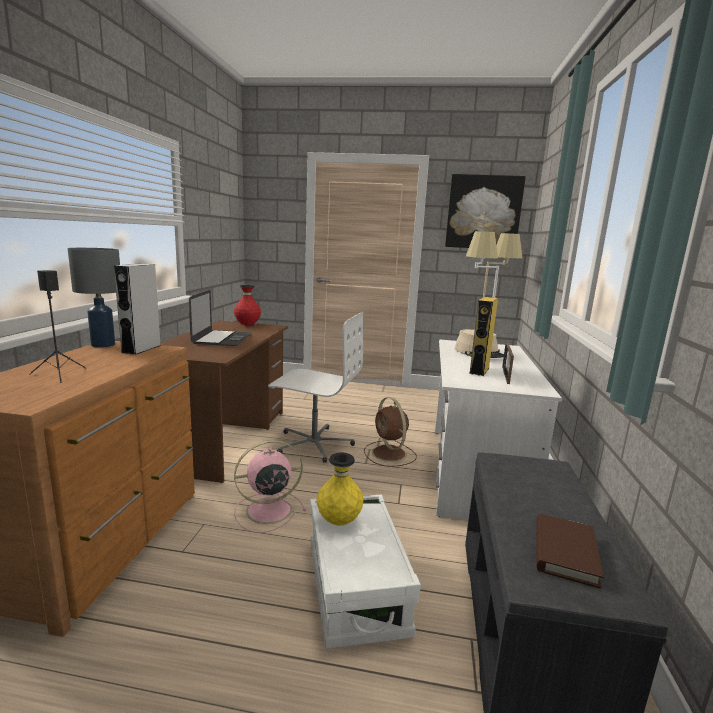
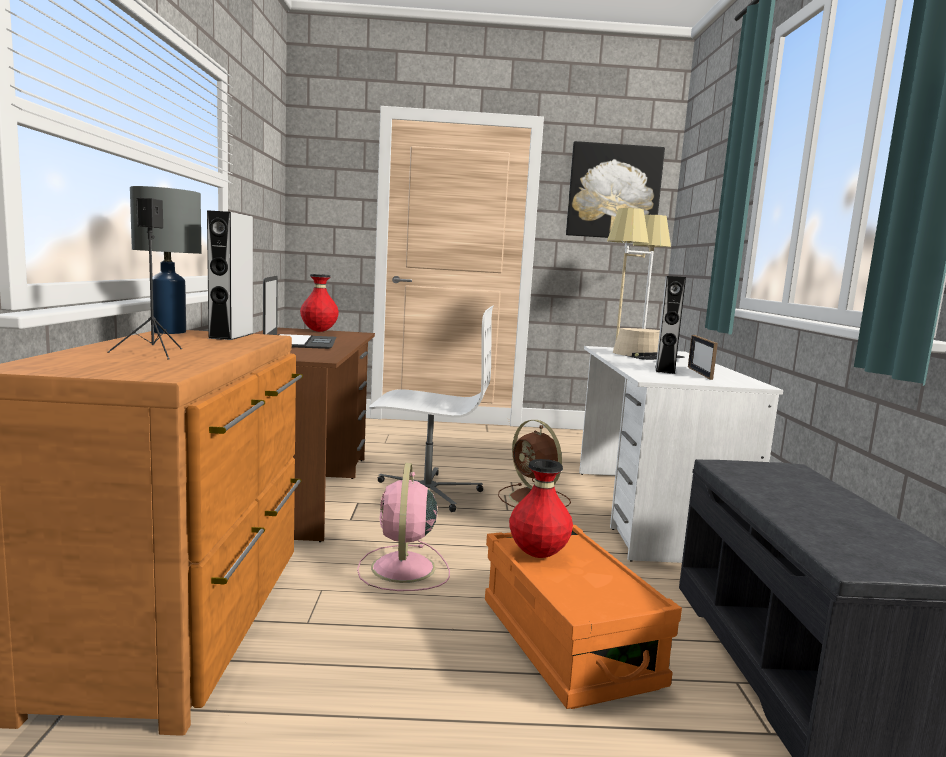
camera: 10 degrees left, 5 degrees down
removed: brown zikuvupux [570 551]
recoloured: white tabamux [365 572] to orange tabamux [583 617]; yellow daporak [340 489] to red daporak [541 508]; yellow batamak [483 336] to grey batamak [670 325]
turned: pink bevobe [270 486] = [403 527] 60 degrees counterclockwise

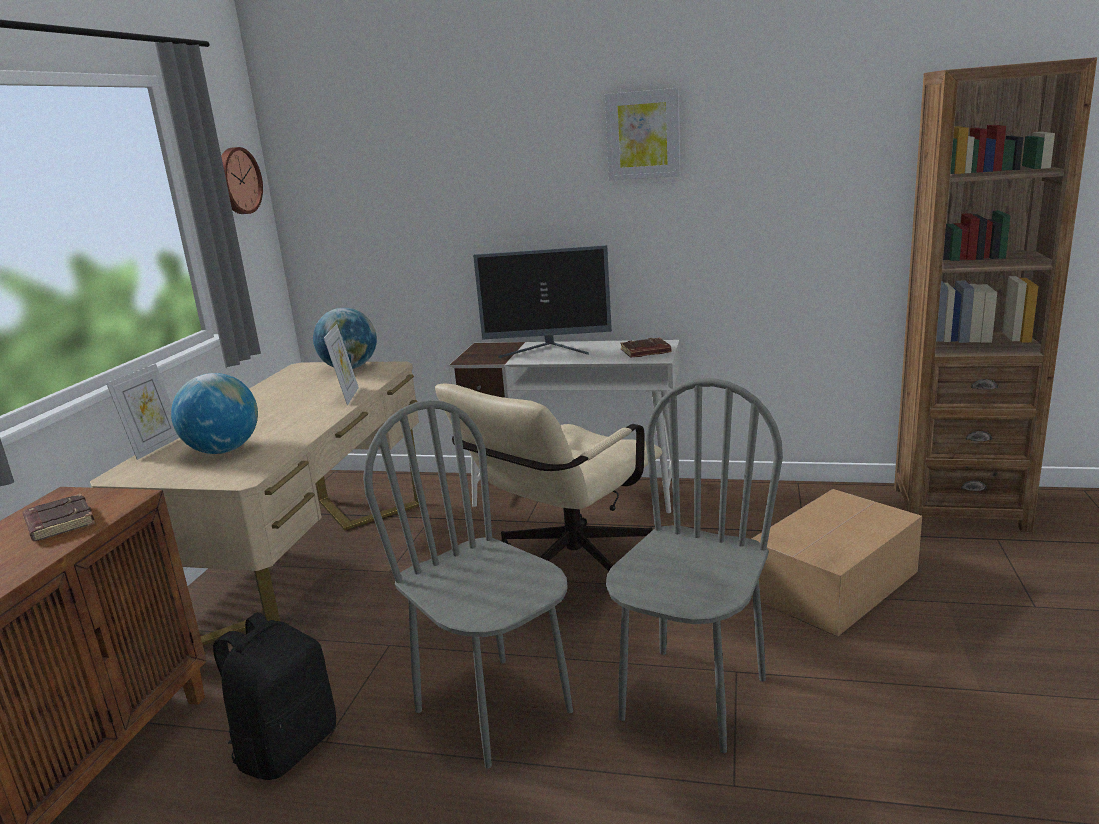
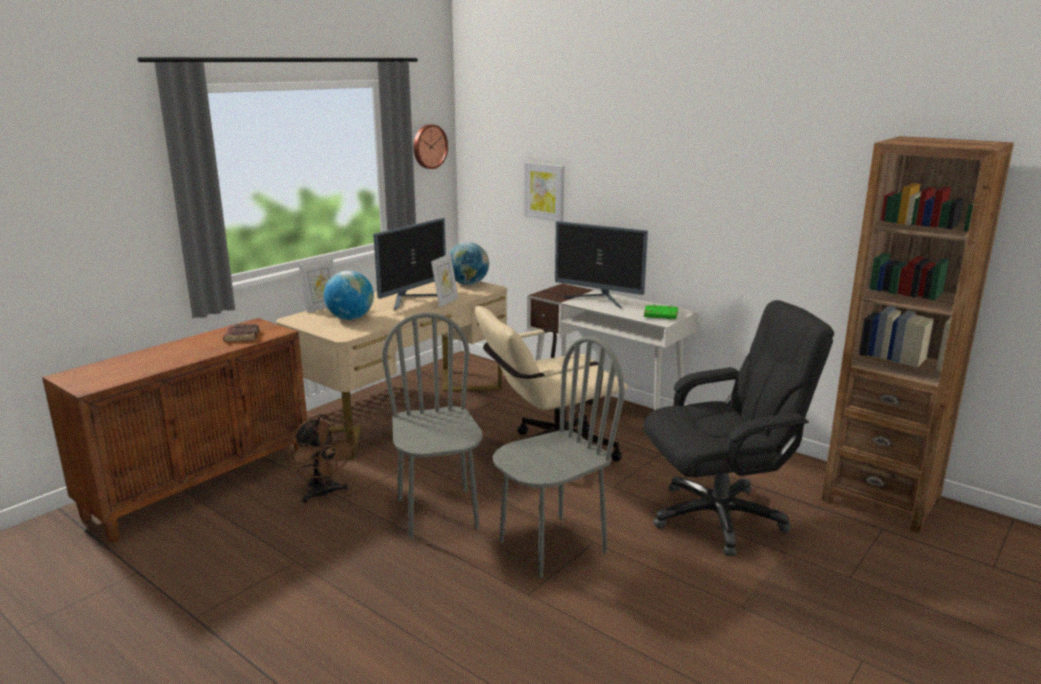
camera: 25 degrees right, 0 degrees up
added: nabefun [409 264]
moved: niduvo [642 134] to [544 192]
replaced: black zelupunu [274 696] to brown bevobe [324 458]; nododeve [836 563] to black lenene [738 428]
recoloured: brown zikuvupux [645 348] to green zikuvupux [661 312]

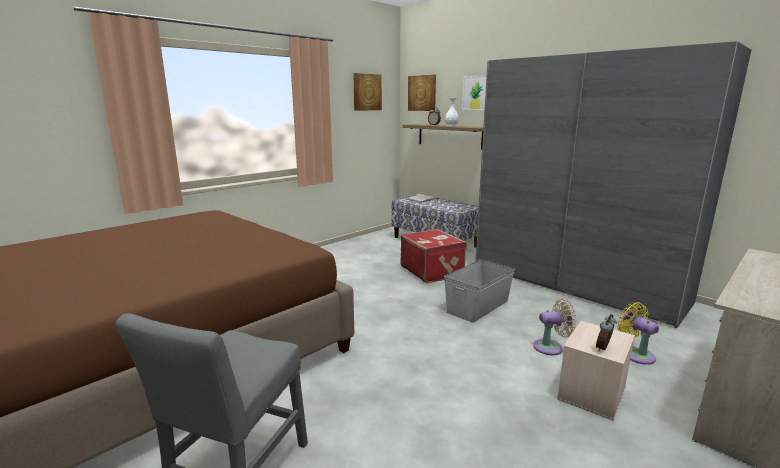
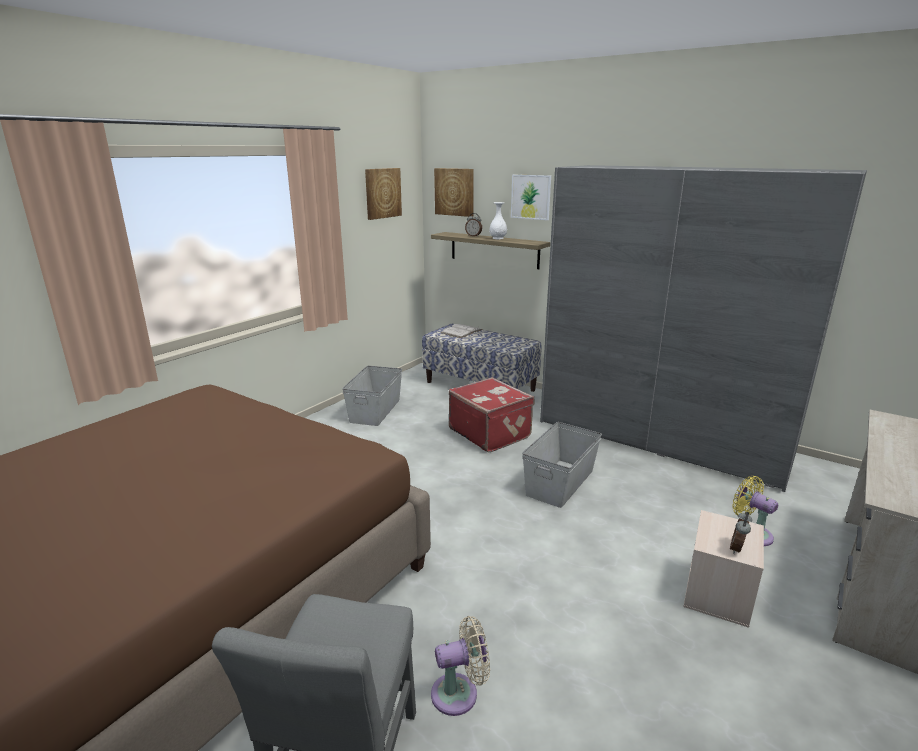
camera: 10 degrees left, 5 degrees up
added: grey tabamux [372 396]
moved: beige bevobe [554 327] to [460 666]

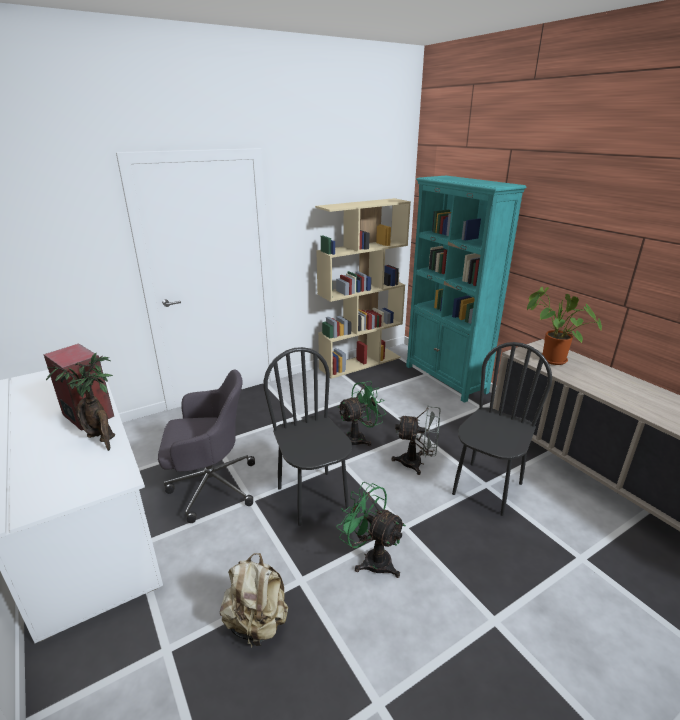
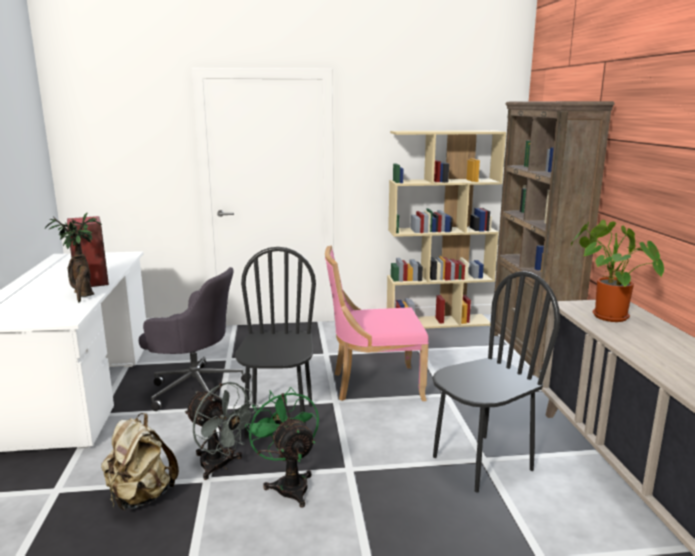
camera: 25 degrees right, 10 degrees down
moved: grey bevobe [416 440] to [221 431]
replaced: green bevobe [361 413] to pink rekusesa [377 323]
recoloured: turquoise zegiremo [466 289] to brown zegiremo [554 239]

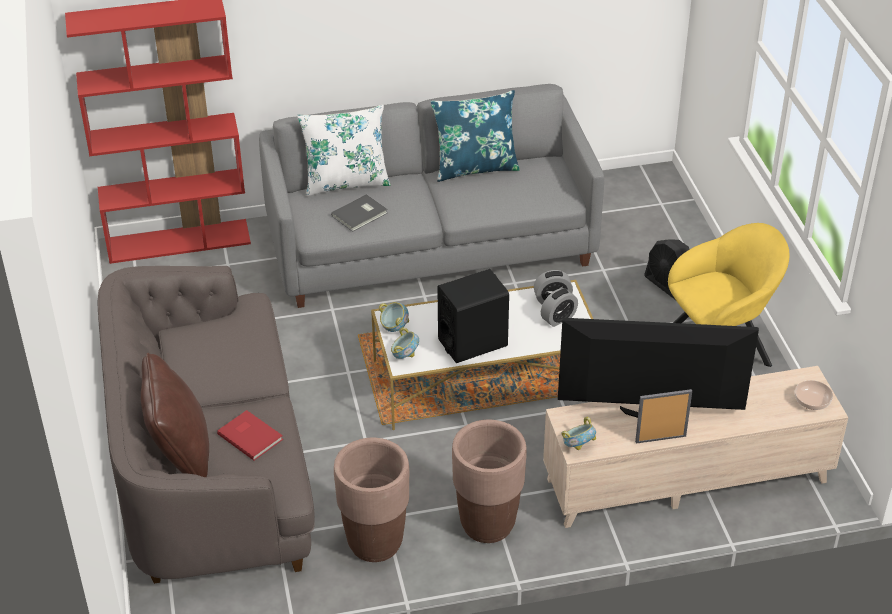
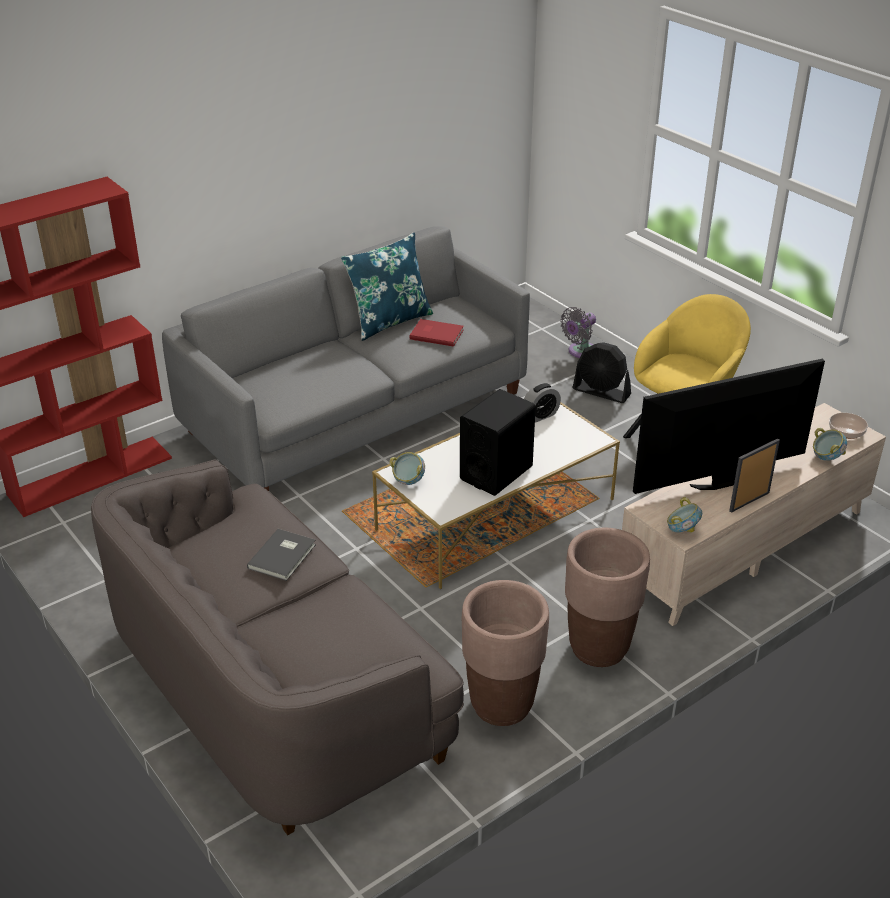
camera: 25 degrees left, 5 degrees down
removed: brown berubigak [175 415]; white berubigak [344 150]; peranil [559 307]
added: grey bevobe [578 332]
moved: red zikuvupux [250 435] to [436 333]; grey zikuvupux [359 213] to [281 555]; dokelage [405 343] to [830 444]

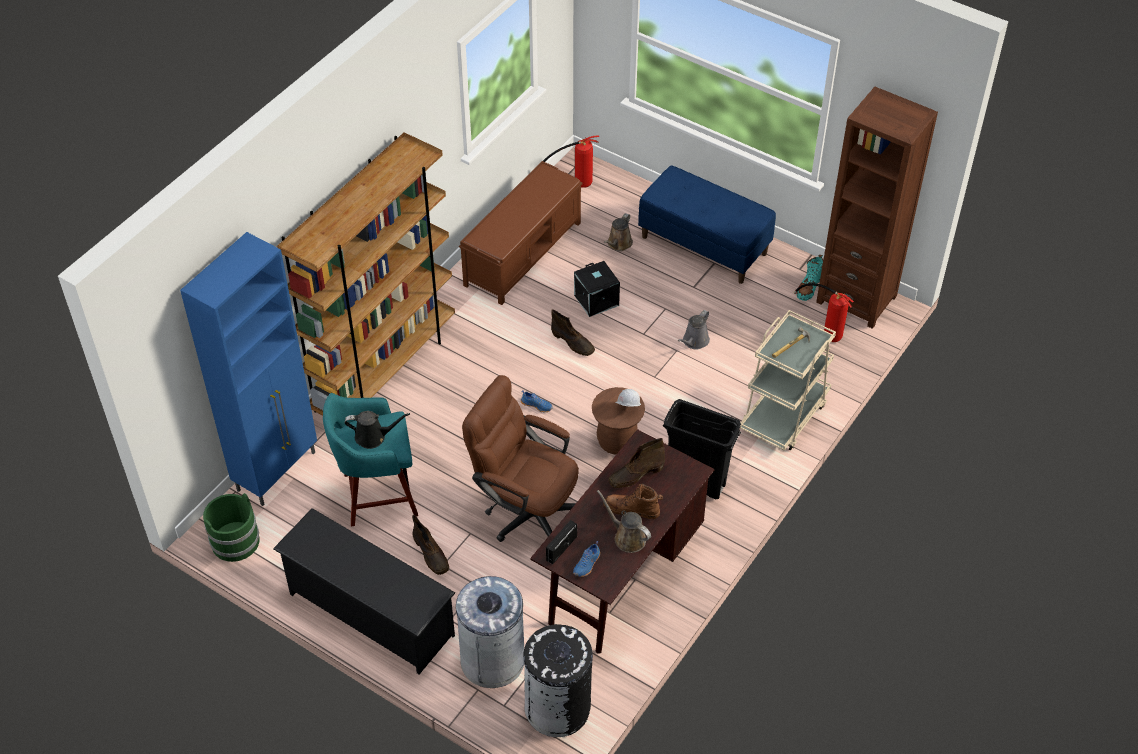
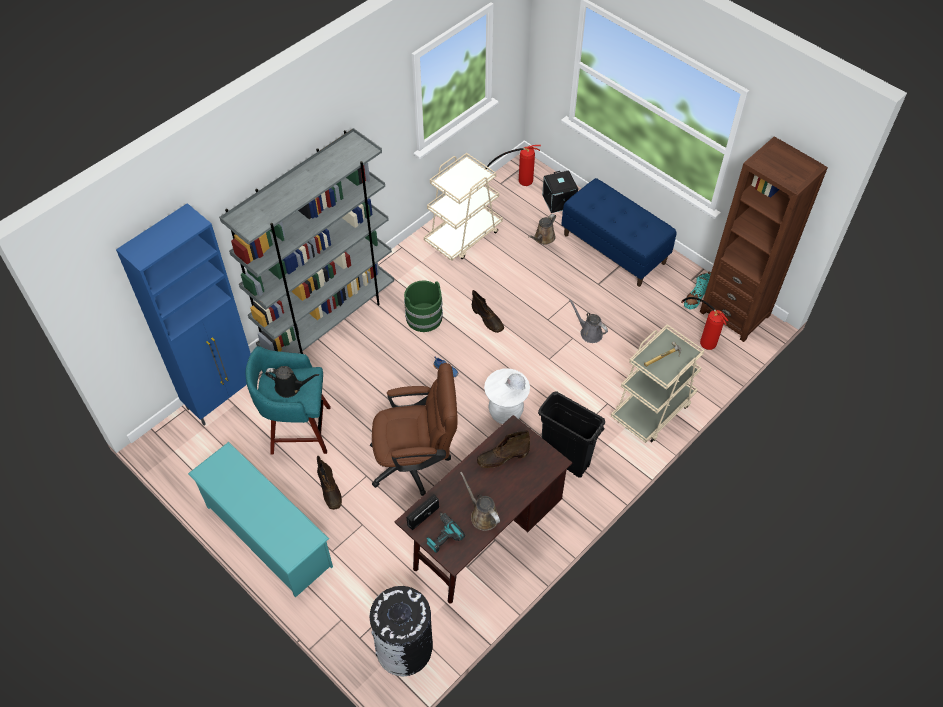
camera: 10 degrees right, 5 degrees up
removed: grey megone [490 632]; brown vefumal [633 501]
moved: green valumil [231 527] to [423 306]; black tabamux [597 289] to [560 191]
replaced: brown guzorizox [521 233] to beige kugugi [463 207]; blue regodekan [586 559] to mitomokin [446 532]
recoloured: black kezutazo [364 591] to turquoise kezutazo [260 519]; brown zegiremo [365 274] to grey zegiremo [306 241]; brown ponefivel [618 420] to white ponefivel [507 396]
turned: brown lenene [520 458] = [414 429] 135 degrees clockwise; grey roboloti [694 330] = [588 321] 90 degrees clockwise

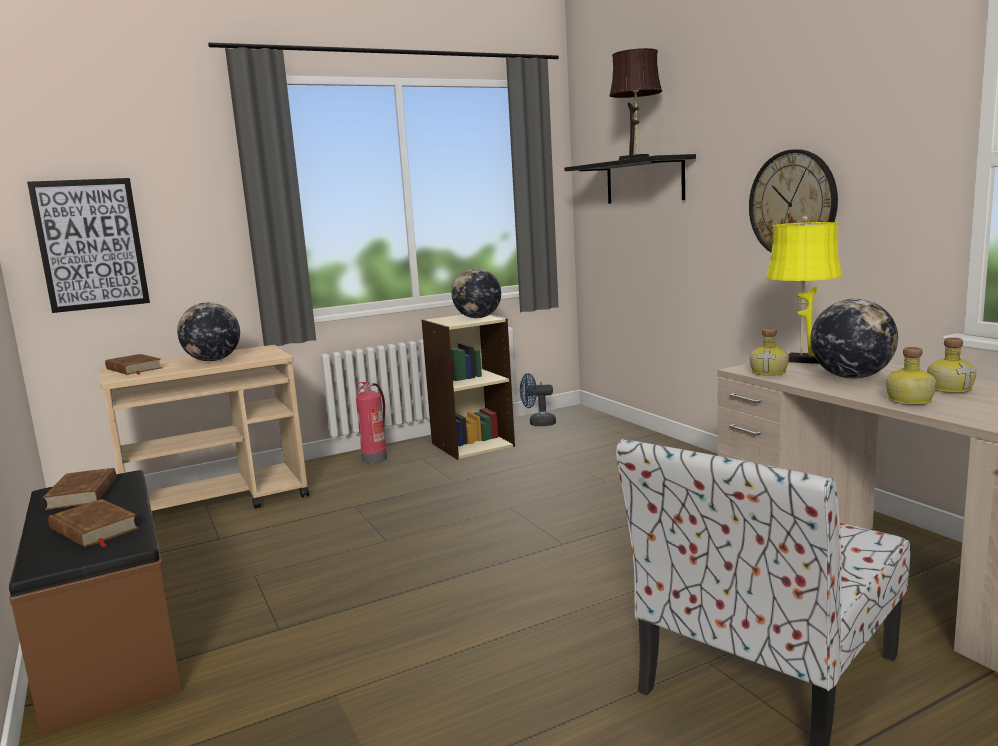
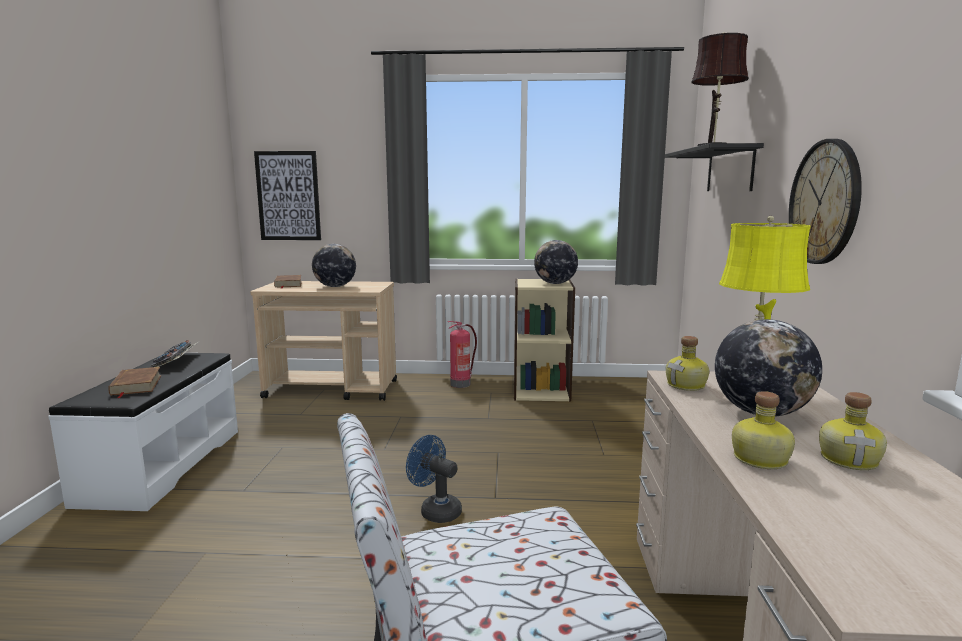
camera: 30 degrees right, 0 degrees up
moved: blue bevobe [538 399] to [434 479]
replaced: brown zikuvupux [79 489] to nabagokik [174 353]
recoloured: brown guzorizox [95 603] to white guzorizox [143 432]

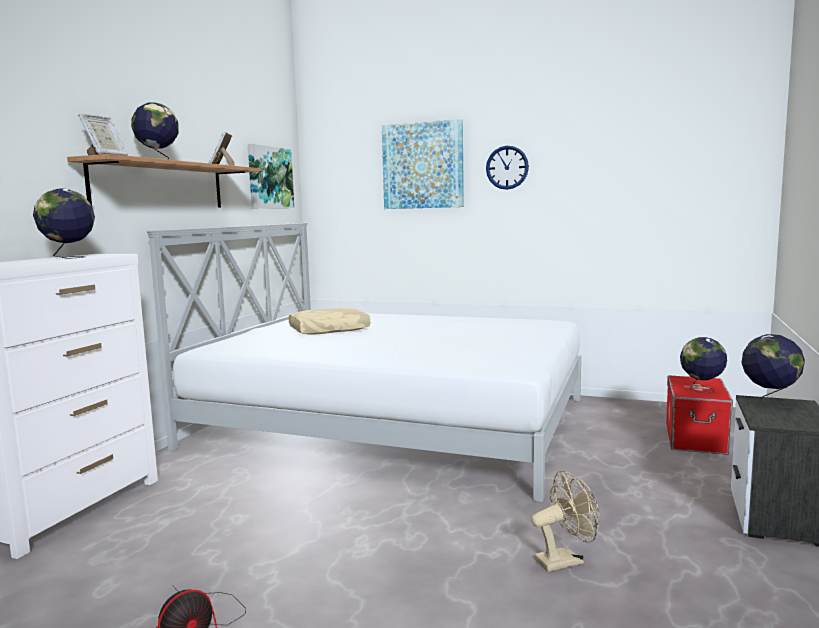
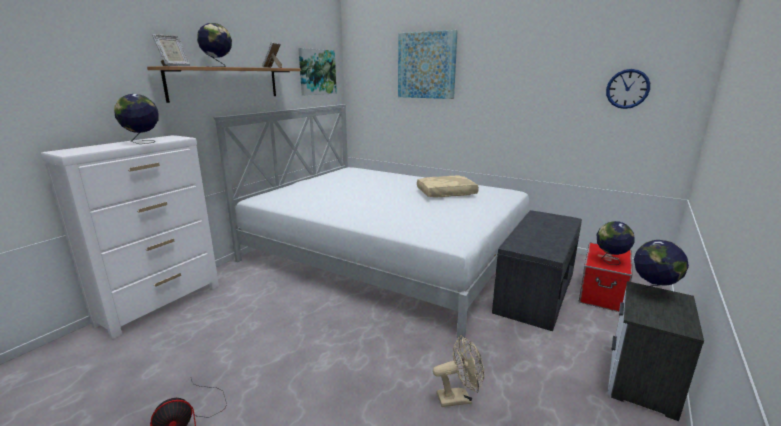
camera: 10 degrees right, 10 degrees up
added: grey guzorizox [537 270]
moved: beige berubigak [329 321] to [448 186]; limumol [507 168] to [628 89]

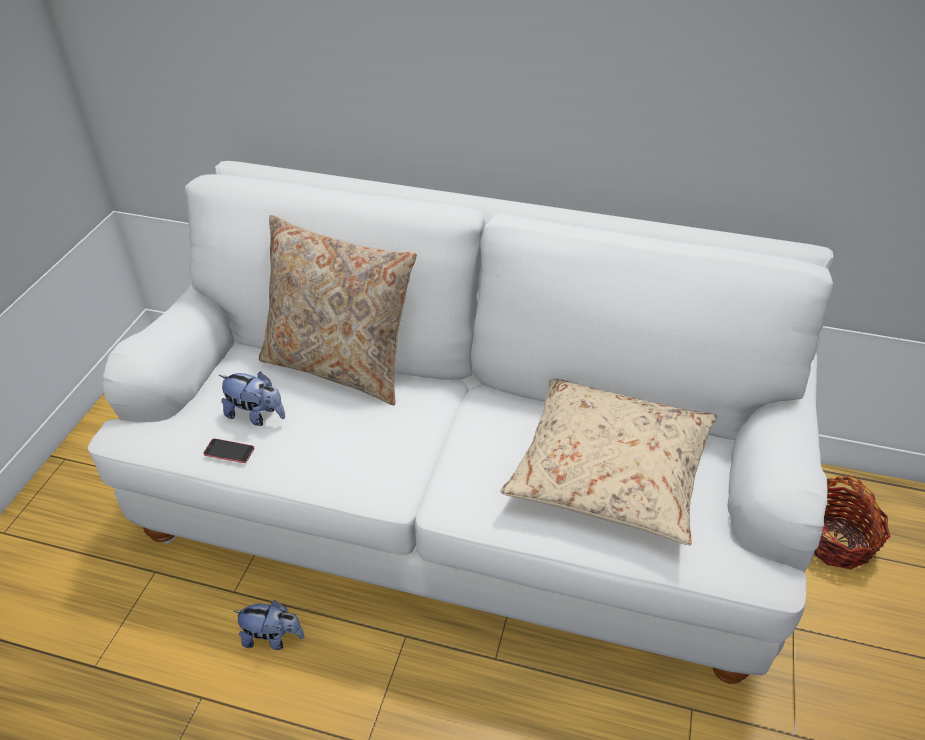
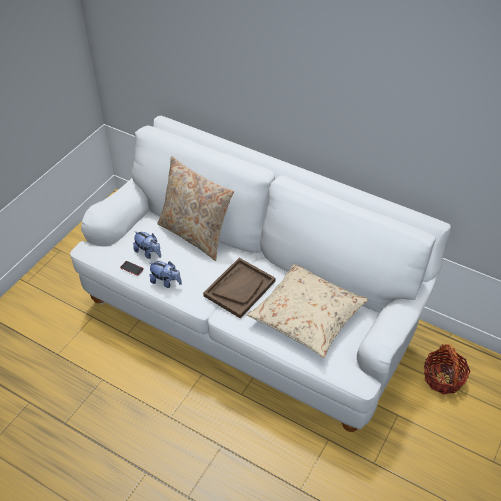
camera: 15 degrees right, 5 degrees up
added: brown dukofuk [239 288]
moved: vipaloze [268 625] to [165 274]

